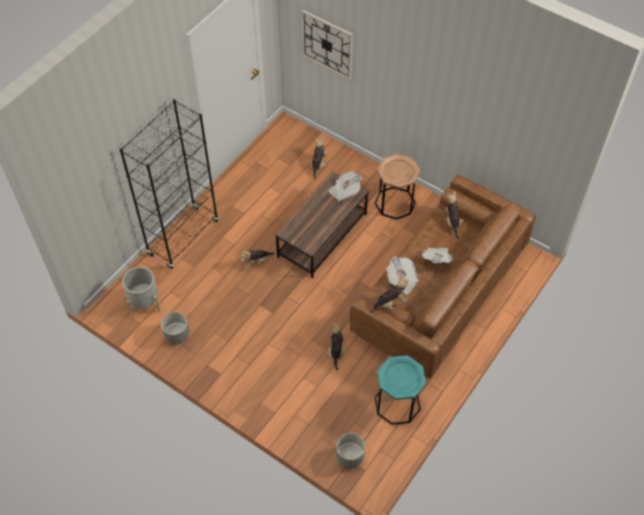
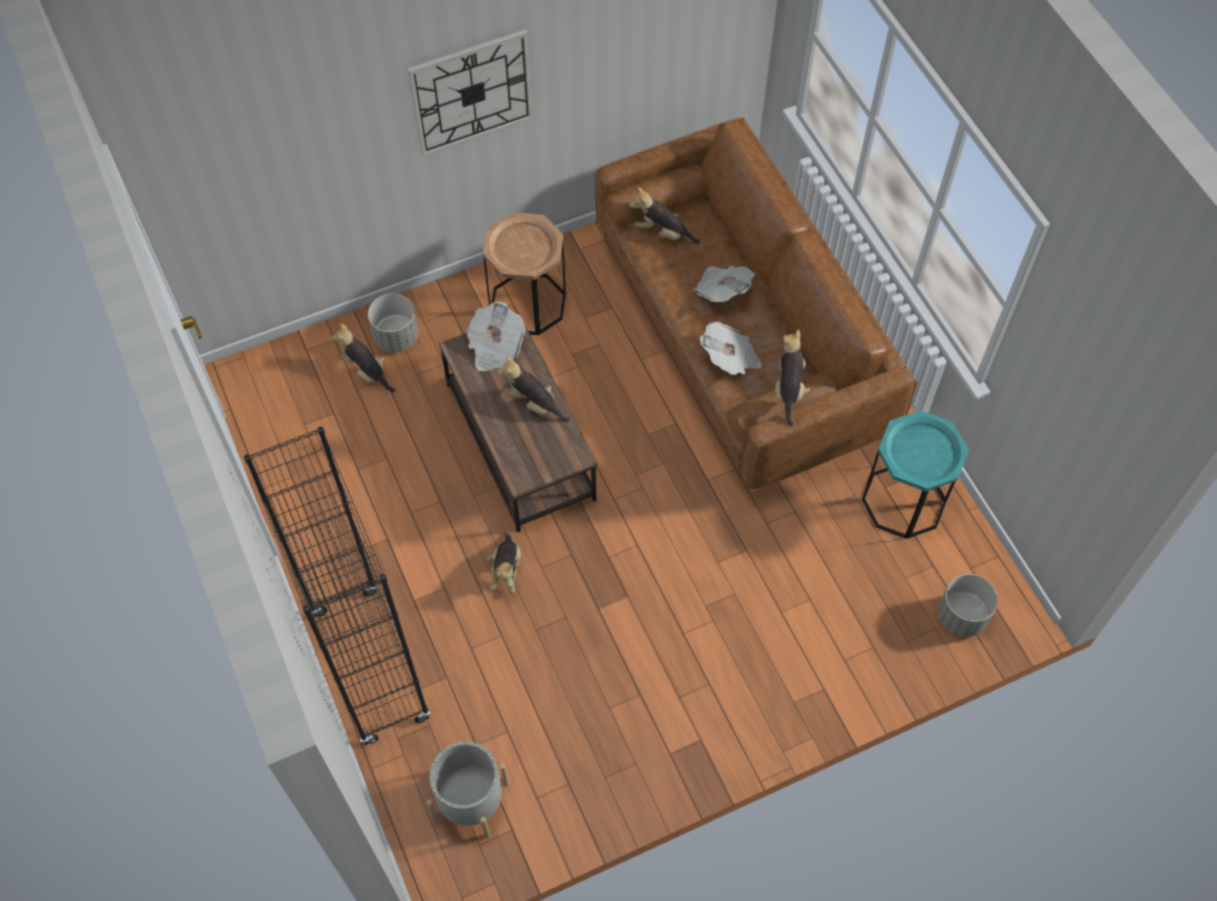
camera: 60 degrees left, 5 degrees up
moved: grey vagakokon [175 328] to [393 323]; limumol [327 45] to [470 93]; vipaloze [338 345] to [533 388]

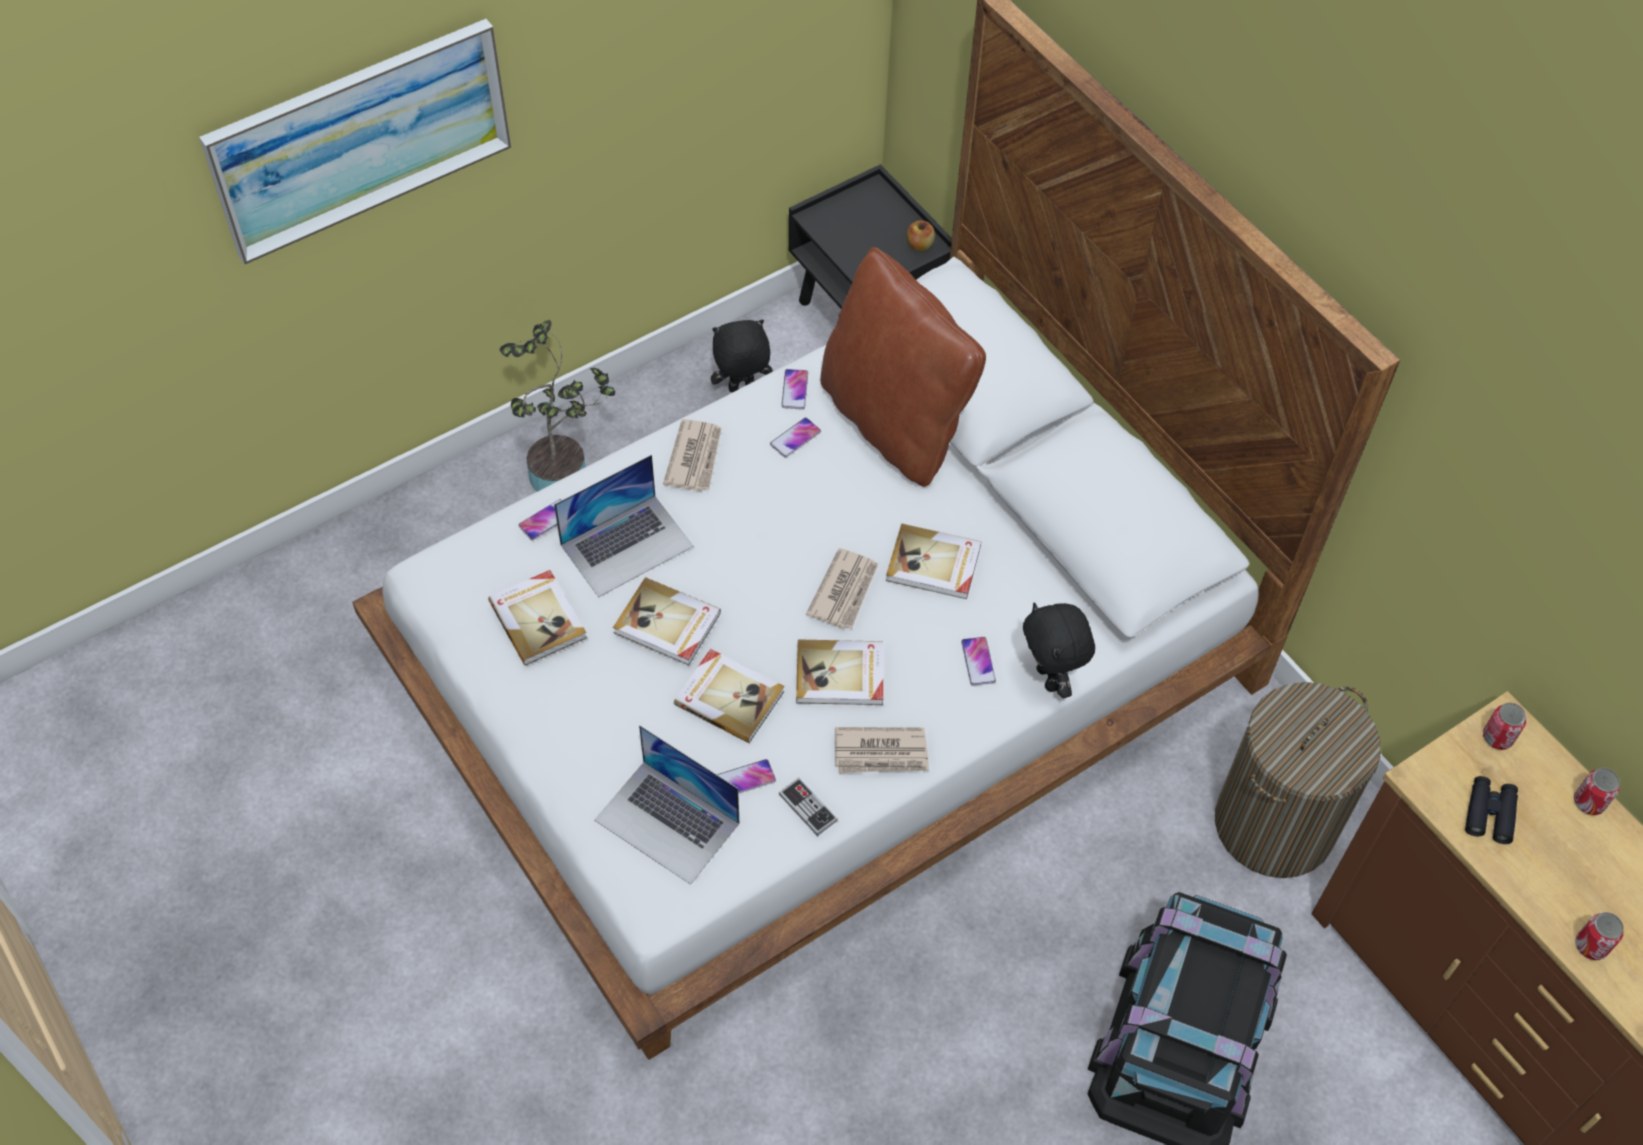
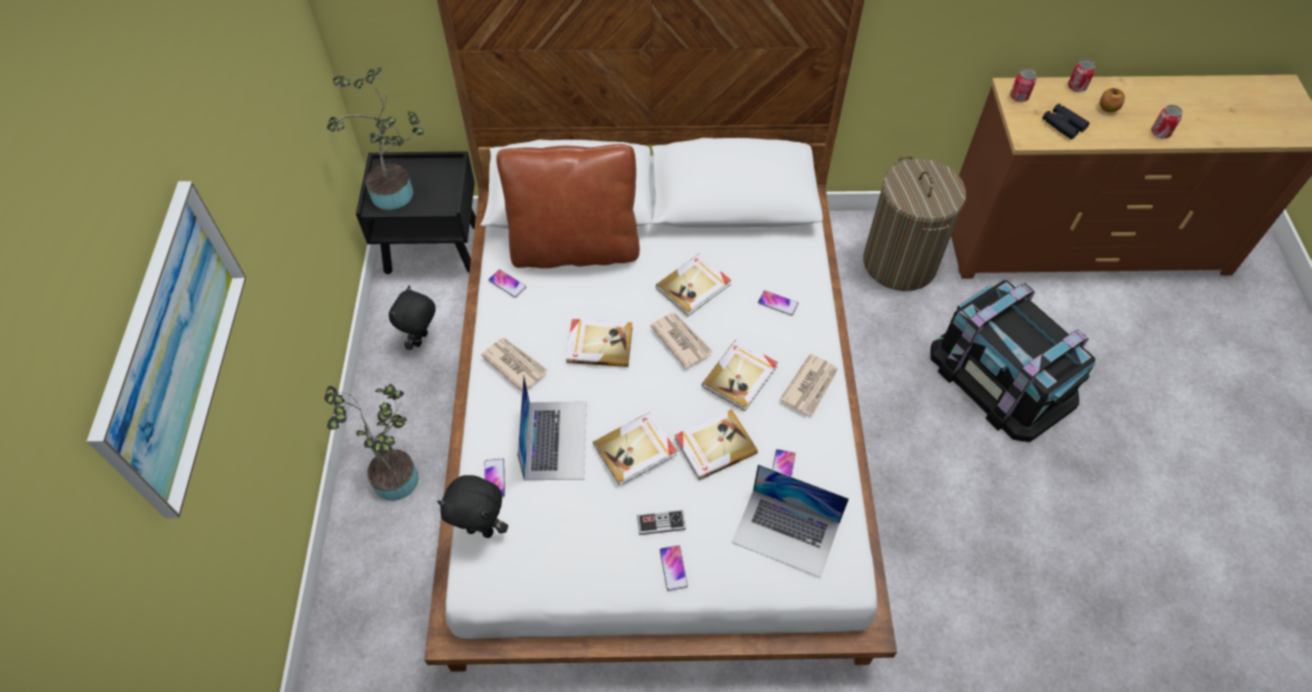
camera: 55 degrees left, 0 degrees up
added: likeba [375 139]
moved: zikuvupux [537 617] to [599 343]; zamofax [795 438] to [673 568]; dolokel [808 807] to [661 522]; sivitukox [921 235] to [1112 100]; black vipaloze [1059 650] to [472 506]
turned: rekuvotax [667 805] = [790 521] 45 degrees clockwise

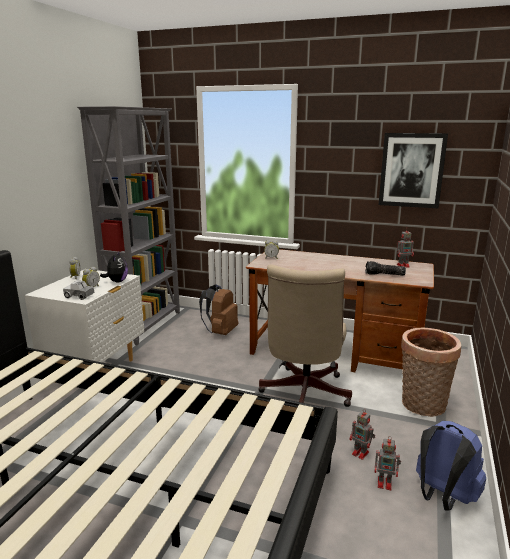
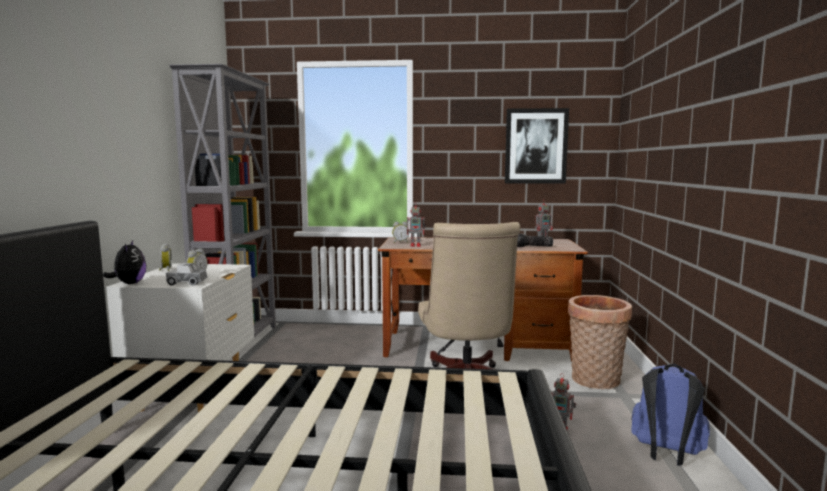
camera: 15 degrees left, 10 degrees down
removed: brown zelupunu [218 310]
moved: vipaloze [114 267] to [124 262]; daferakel [387 463] to [416 224]

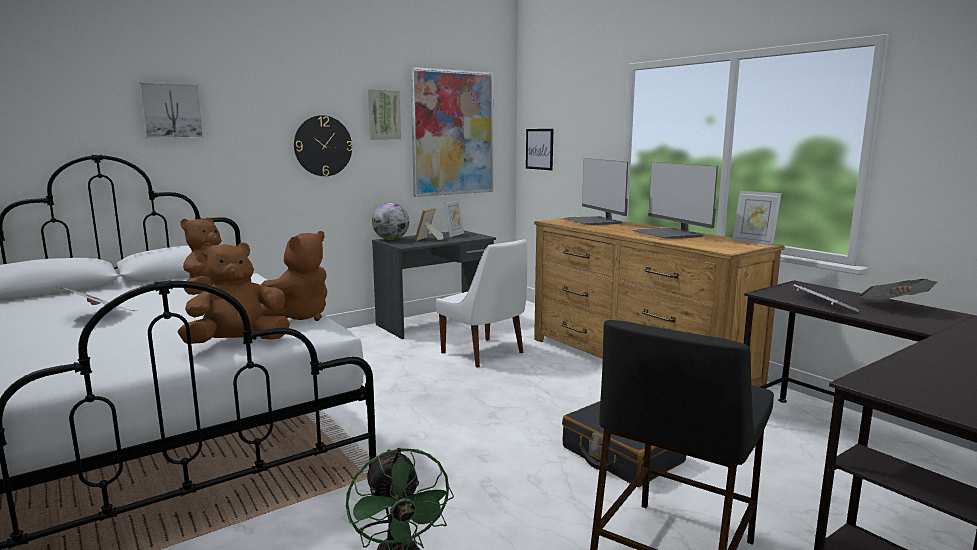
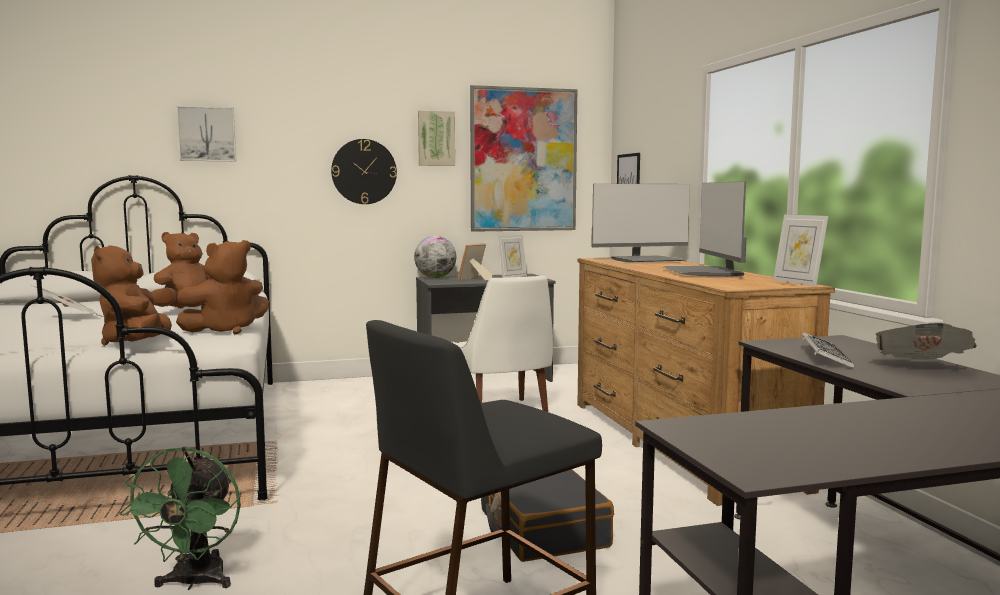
camera: 20 degrees right, 5 degrees down
turned: brown vipaloze [234 293] = [131 295] 90 degrees counterclockwise; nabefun [596 191] = [640 223] 105 degrees counterclockwise

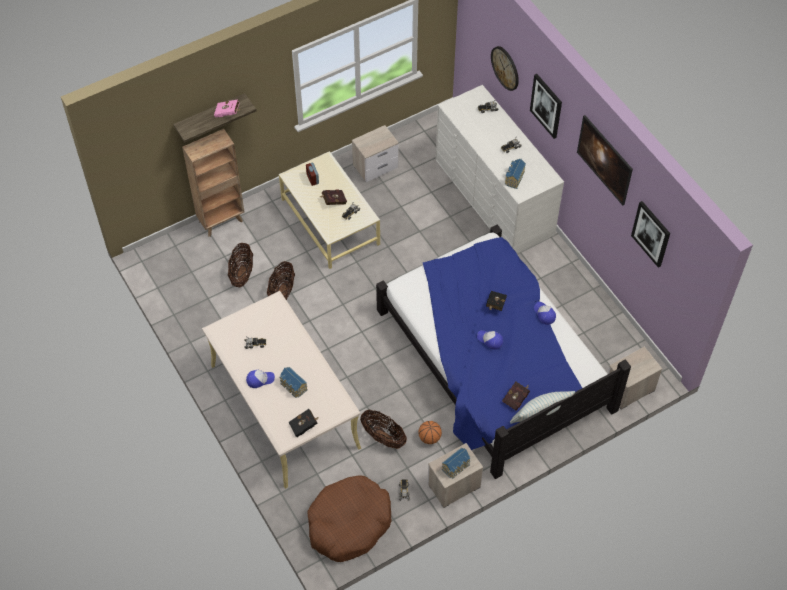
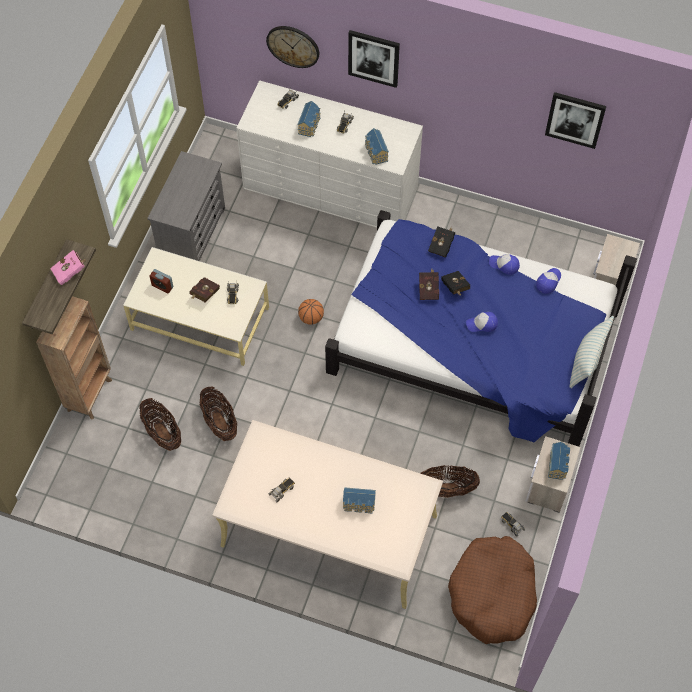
camera: 40 degrees left, 5 degrees up
removed: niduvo [605 160]
added: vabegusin [309 119]
moved: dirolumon [260 379] to [548 281]; black zikuvupux [303 423] to [441 242]; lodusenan [430 432] to [311 312]; red zikuvupux [516 396] to [429 284]
replaced: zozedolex [375 153] to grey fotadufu [186 206]

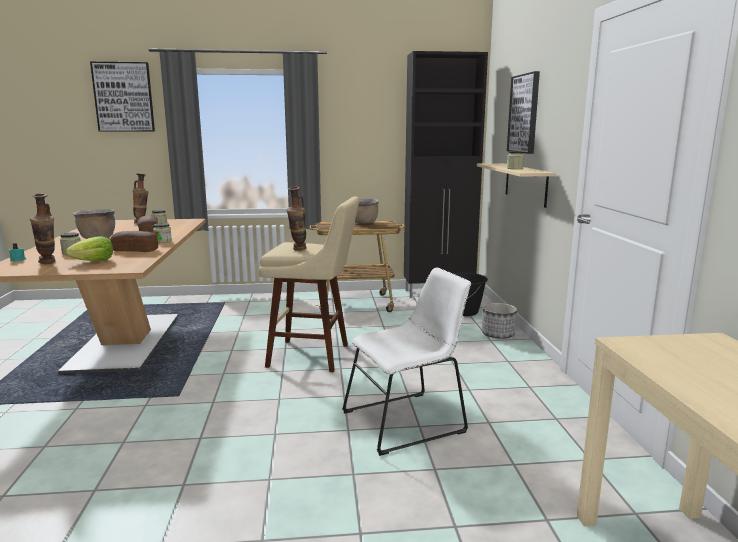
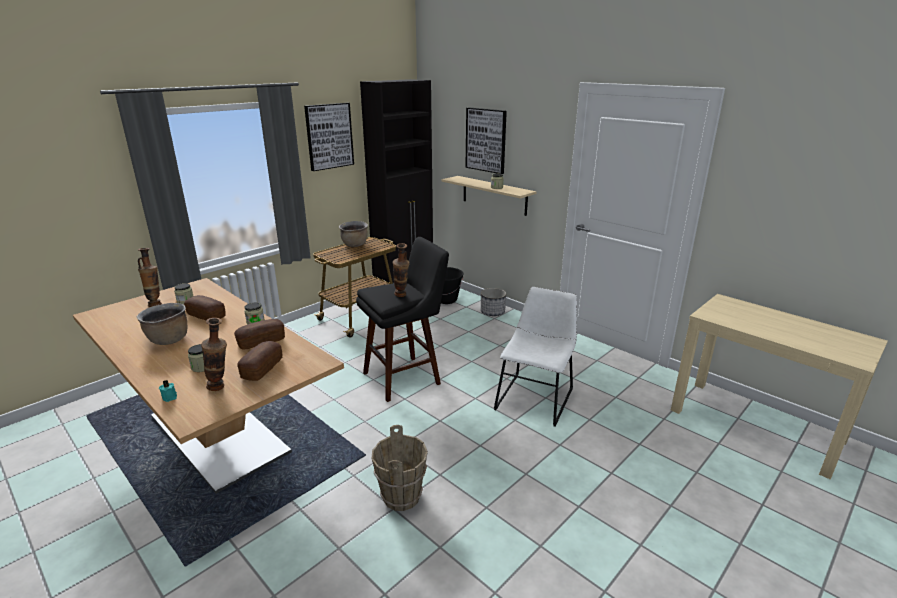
camera: 40 degrees left, 10 degrees up
added: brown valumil [400 468]
moved: niduvo [122 96] to [329 137]
replaced: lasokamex [89 248] to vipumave [259 361]
recoloured: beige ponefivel [309 284] to black ponefivel [402 319]

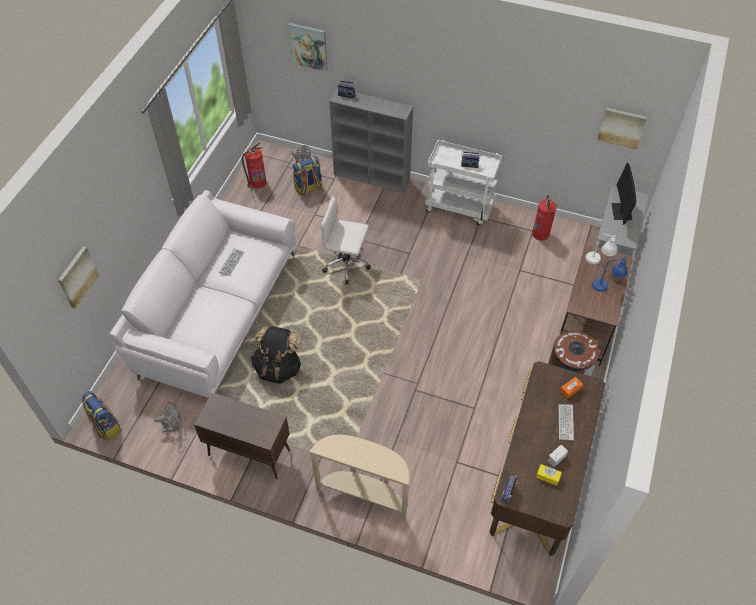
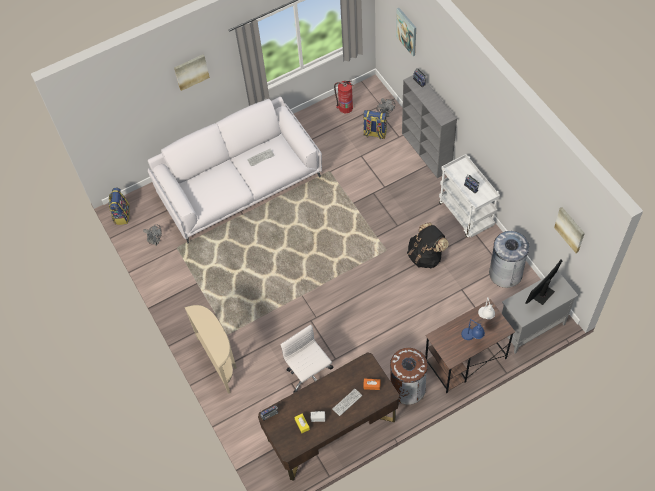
camera: 45 degrees right, 5 degrees up
removed: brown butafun [242 435]
moved: niduvo [78 277] to [192 72]; black zelupunu [276 354] to [428 245]; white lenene [346 240] to [307 359]
replaced: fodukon [544 218] to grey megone [509 259]

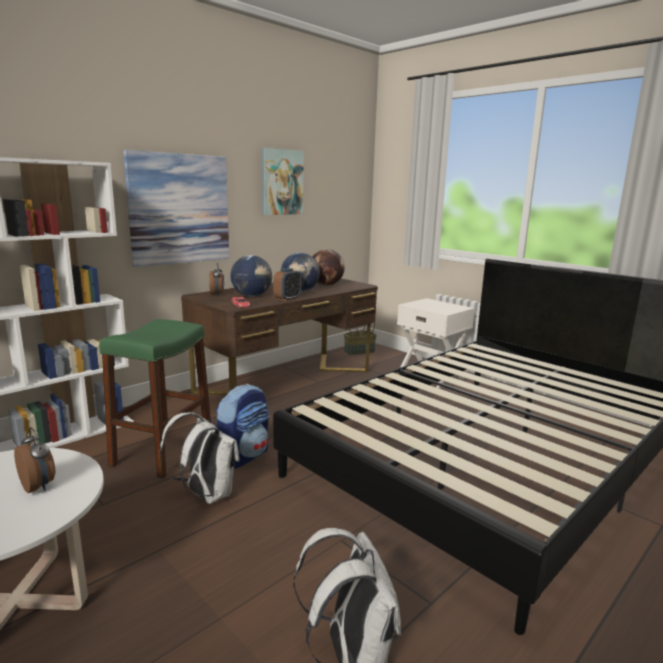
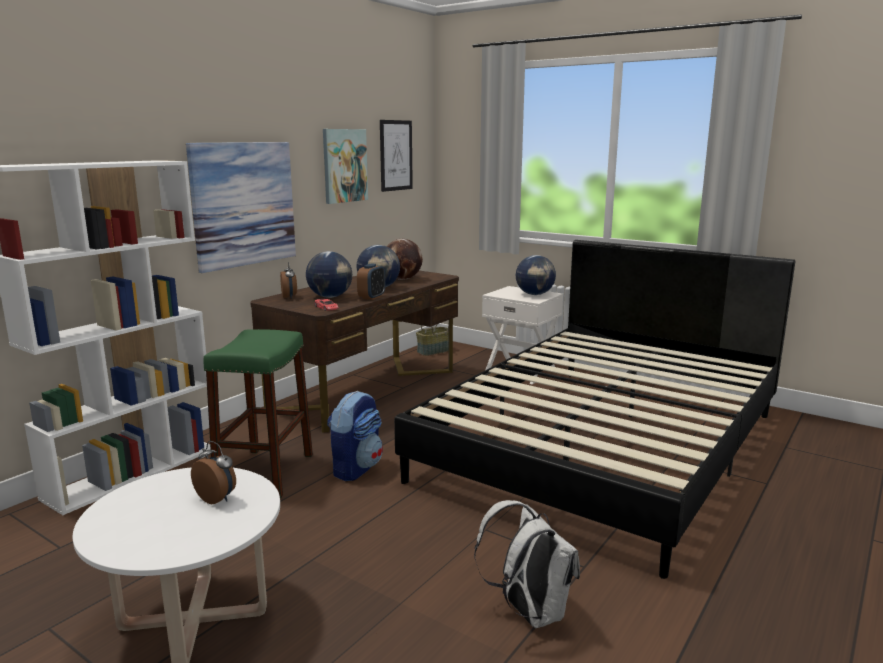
camera: 10 degrees left, 0 degrees up
removed: white zelupunu [199 458]
added: niduvo [396 156]; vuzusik [536 275]

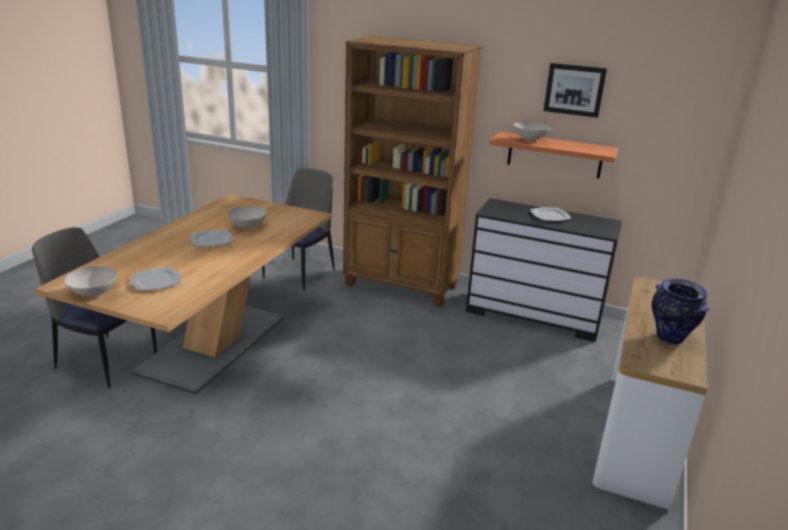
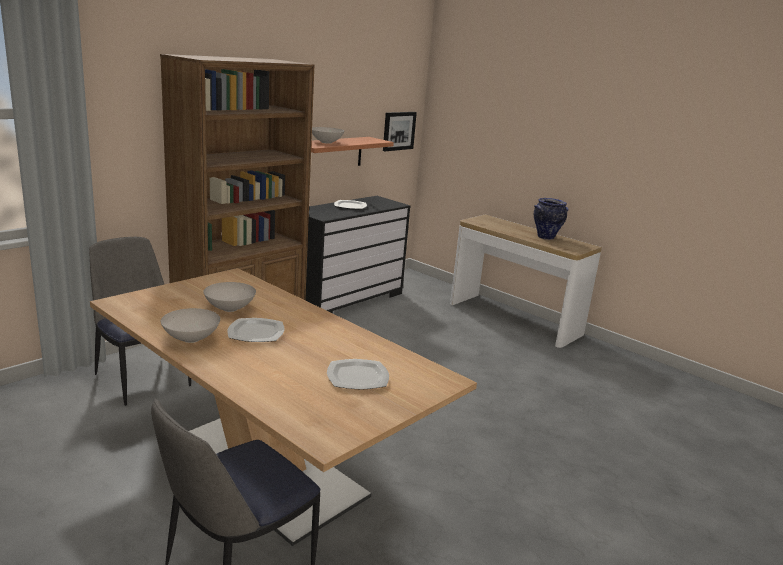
camera: 70 degrees left, 5 degrees down
moved: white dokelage [91 281] to [190 325]; niduvo [575 90] to [400 131]

